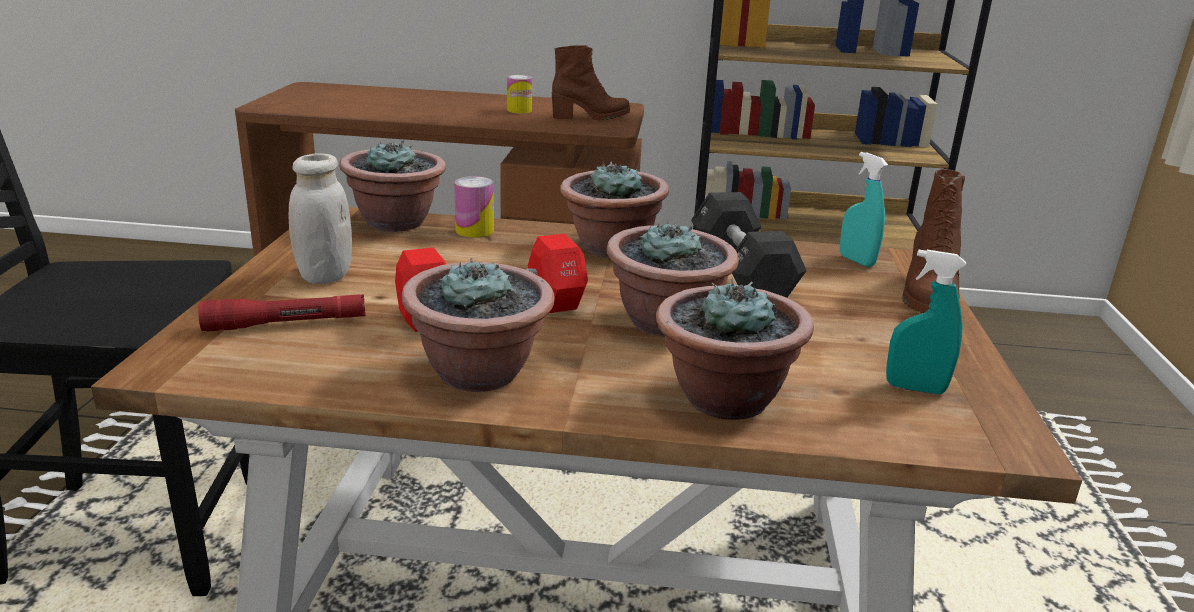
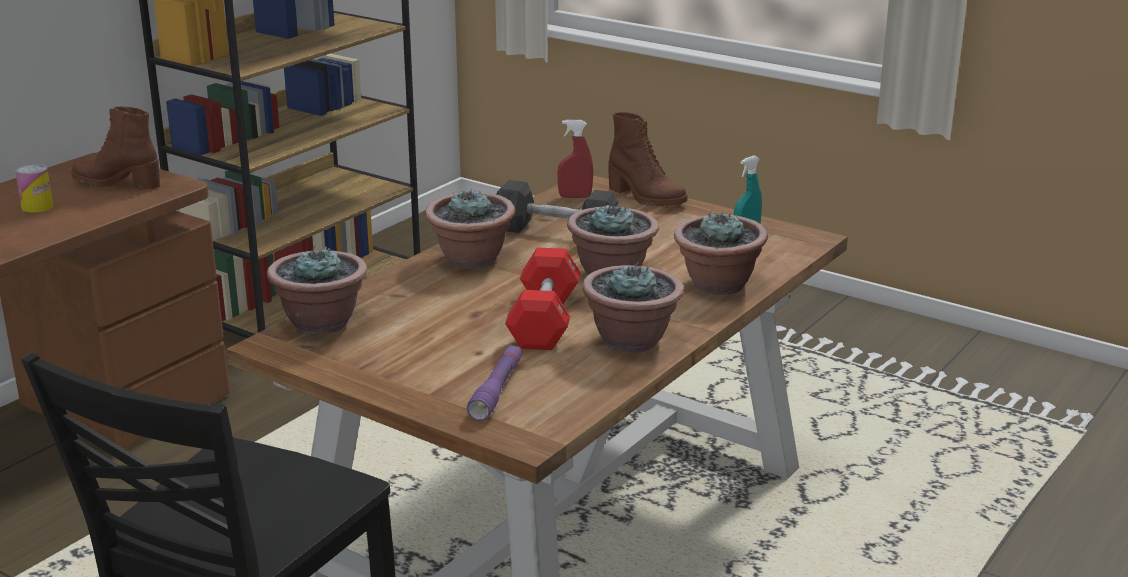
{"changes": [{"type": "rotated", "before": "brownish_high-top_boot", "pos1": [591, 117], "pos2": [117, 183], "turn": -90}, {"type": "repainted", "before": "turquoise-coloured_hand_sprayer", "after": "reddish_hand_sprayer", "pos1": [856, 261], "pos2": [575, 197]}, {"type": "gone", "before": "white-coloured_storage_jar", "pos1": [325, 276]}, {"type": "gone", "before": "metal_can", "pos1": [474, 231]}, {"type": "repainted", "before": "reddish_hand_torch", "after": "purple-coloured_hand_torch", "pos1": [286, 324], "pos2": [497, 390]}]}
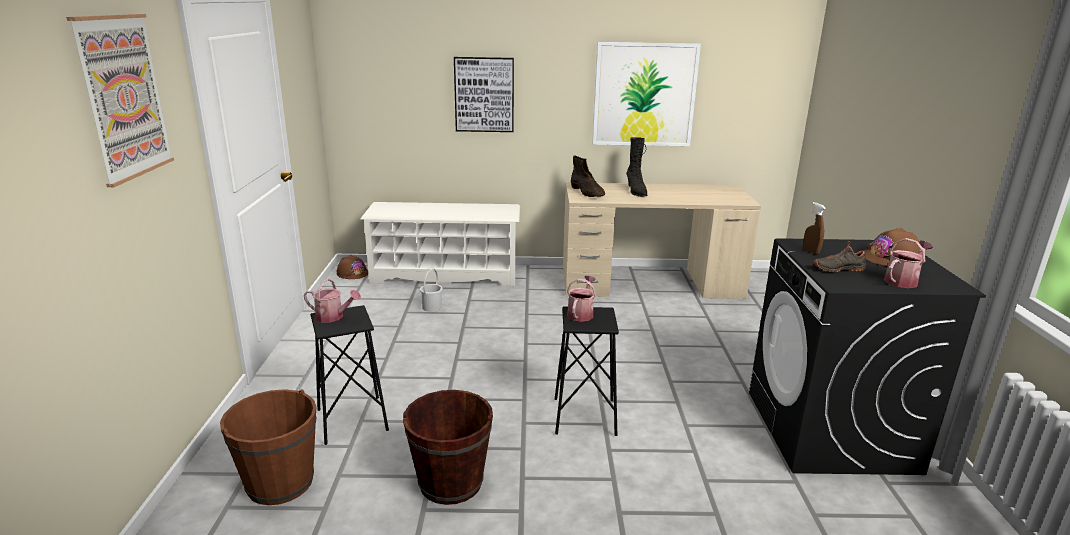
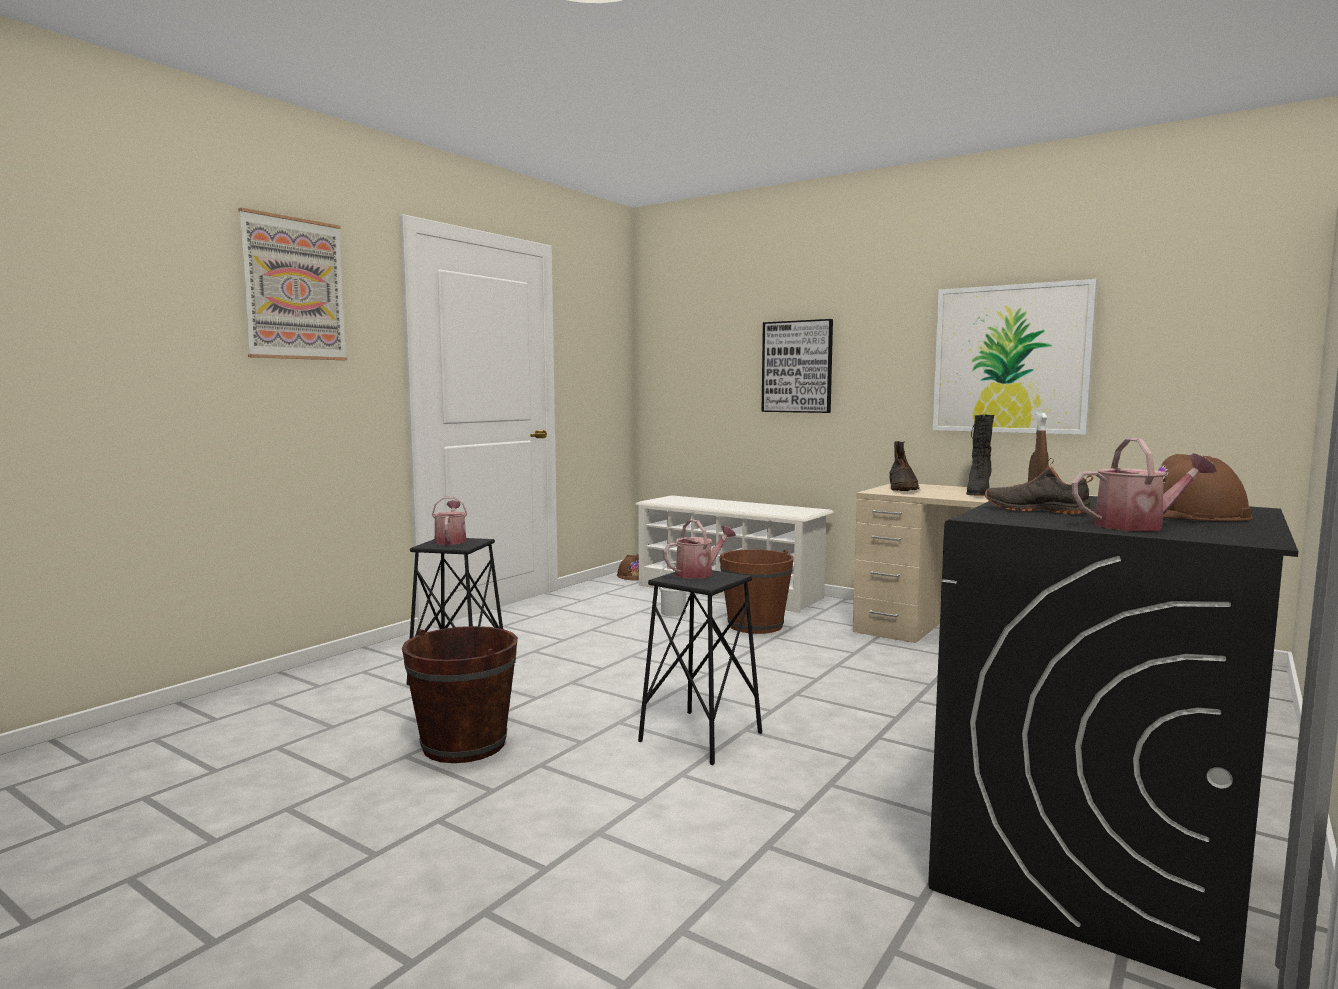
{"changes": [{"type": "rotated", "before": "sprinkling_can", "pos1": [333, 317], "pos2": [451, 540], "turn": -150}, {"type": "shifted", "before": "brownish_water_bucket", "pos1": [280, 483], "pos2": [755, 625]}]}
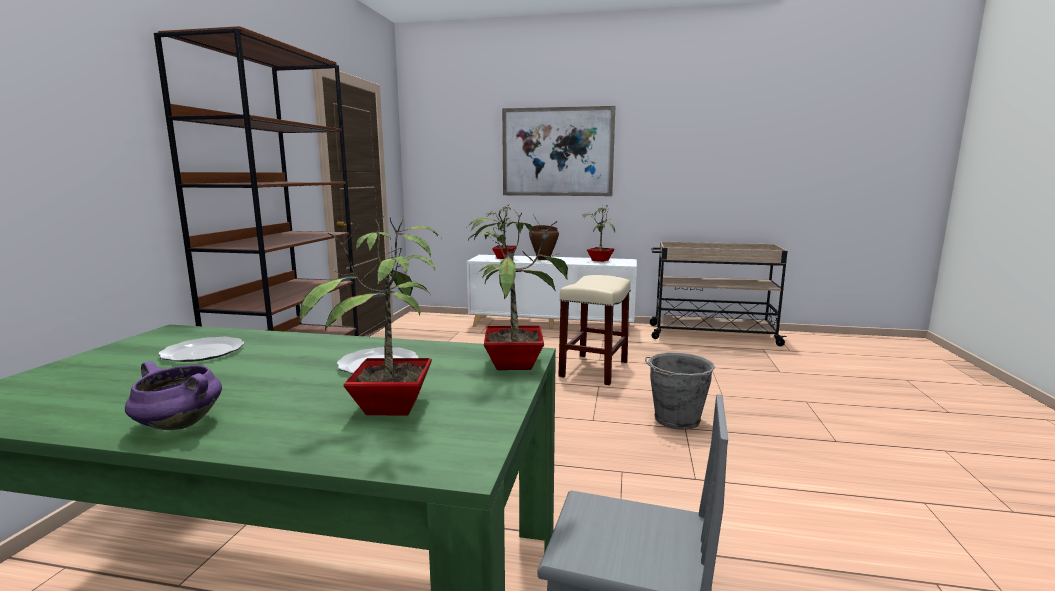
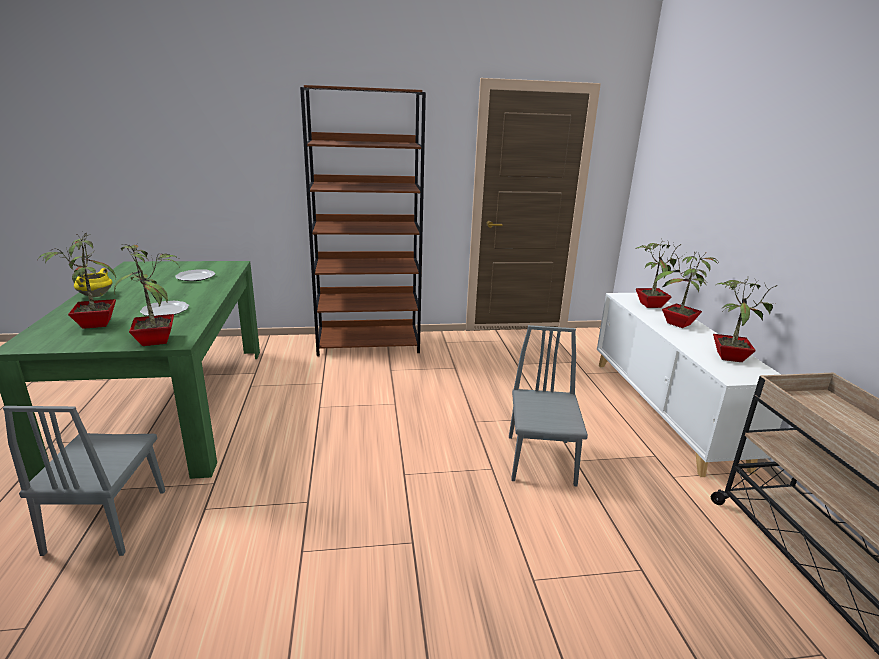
{"changes": [{"type": "gone", "before": "wall_art", "pos1": [557, 152]}, {"type": "swapped", "before": "brownish_saucepot", "after": "houseplant", "pos1": [543, 259], "pos2": [678, 324]}, {"type": "swapped", "before": "beige-coloured_sitting_stool", "after": "grey_upright_chair", "pos1": [593, 369], "pos2": [540, 460]}, {"type": "gone", "before": "grey_water_bucket", "pos1": [676, 420]}, {"type": "repainted", "before": "purple-coloured_saucepot", "after": "yellowish_saucepot", "pos1": [177, 425], "pos2": [96, 295]}]}
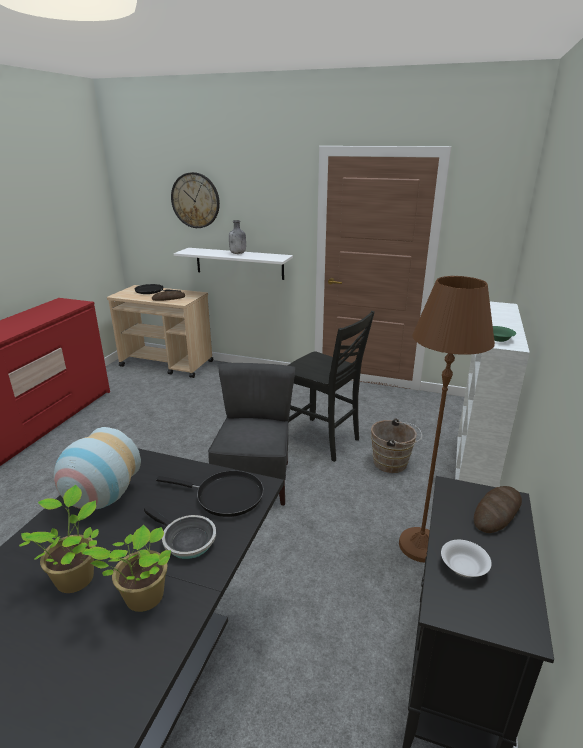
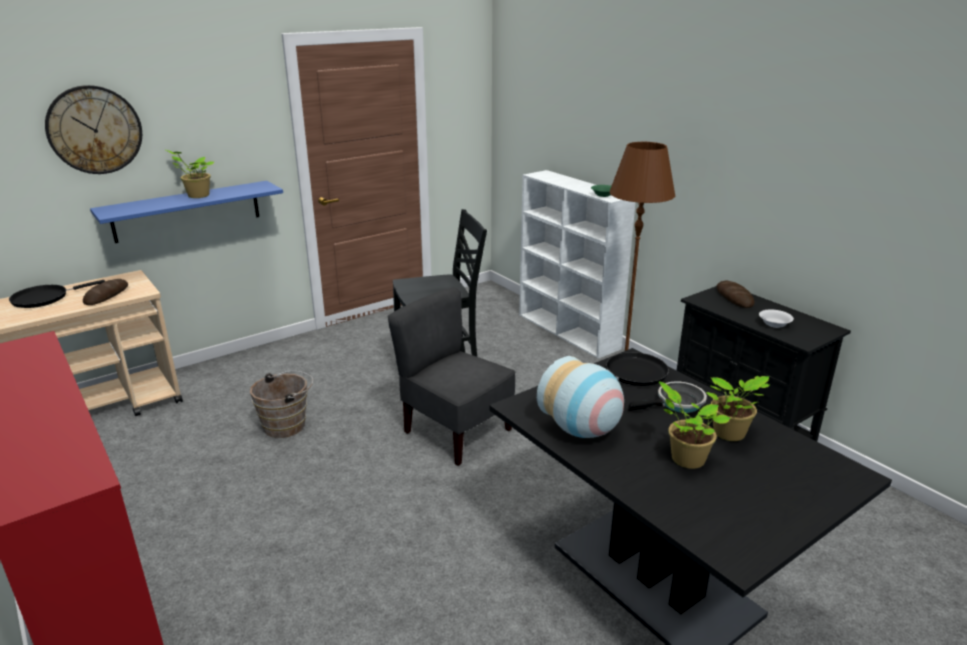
{"changes": [{"type": "swapped", "before": "grey_drink_bottle", "after": "houseplant", "pos1": [238, 253], "pos2": [197, 196]}, {"type": "repainted", "before": "white-coloured_wall_shelf", "after": "blue-coloured_wall_shelf", "pos1": [239, 263], "pos2": [187, 211]}, {"type": "shifted", "before": "brownish_water_bucket", "pos1": [393, 463], "pos2": [288, 425]}]}
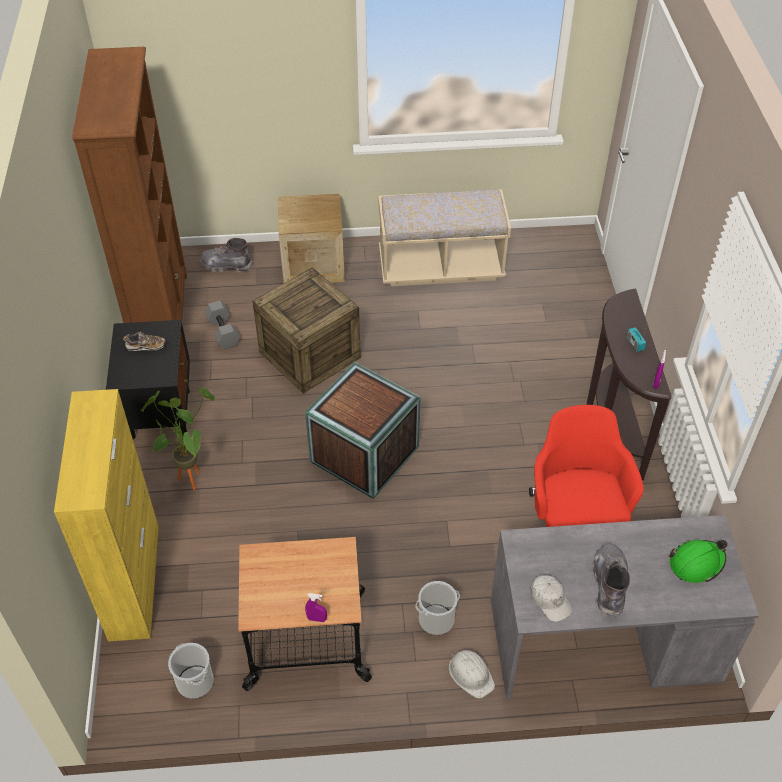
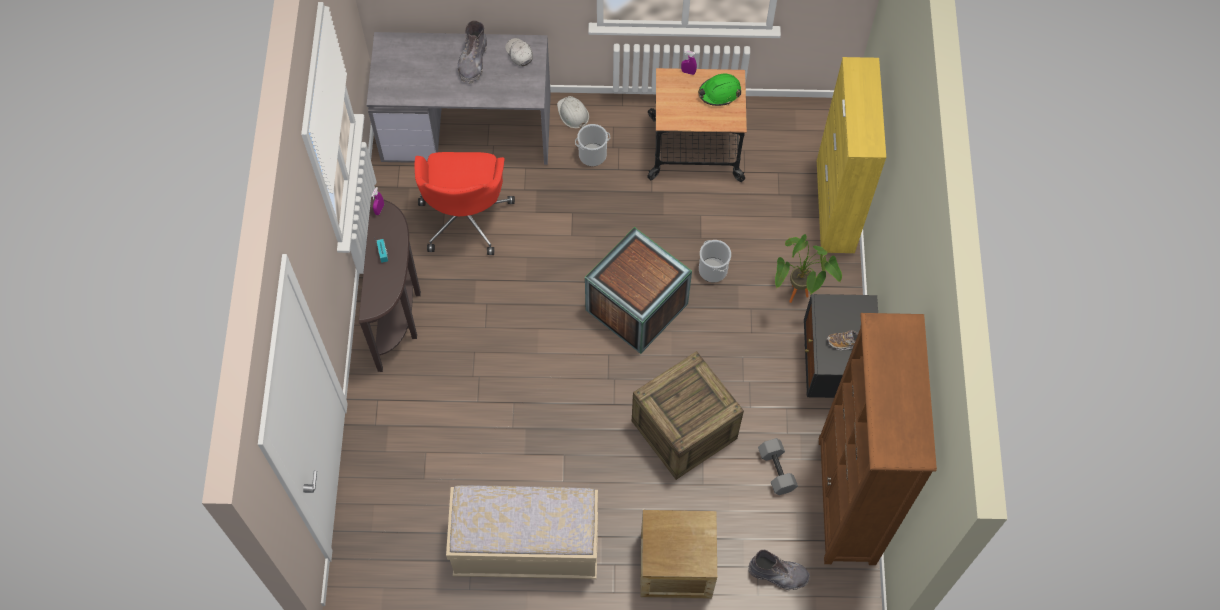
{"changes": [{"type": "shifted", "before": "greenish_work_helmet", "pos1": [696, 563], "pos2": [719, 93]}, {"type": "shifted", "before": "water_bucket", "pos1": [195, 681], "pos2": [713, 270]}]}
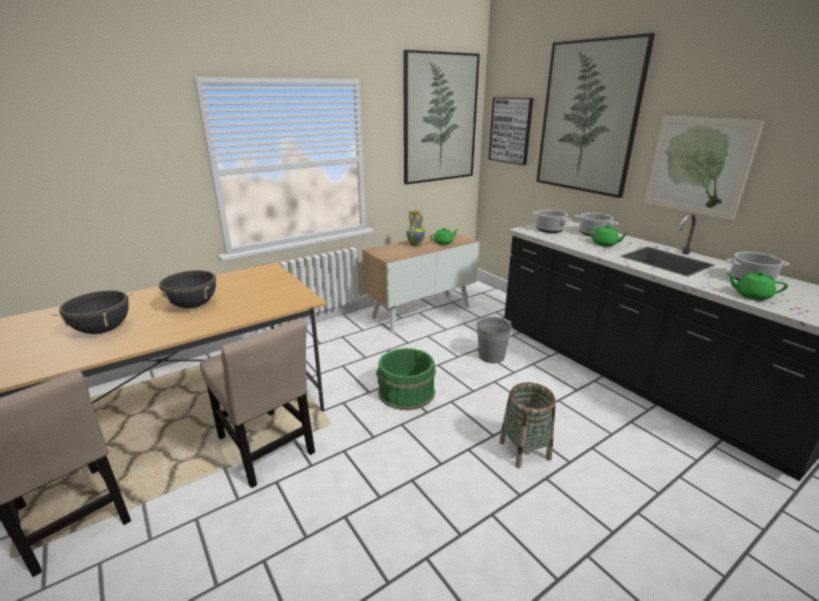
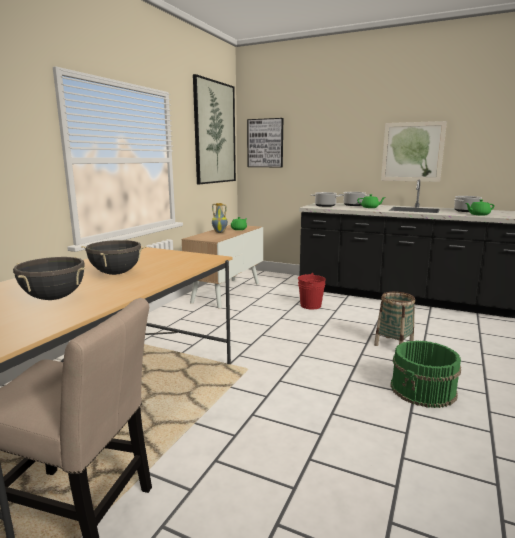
{"changes": [{"type": "gone", "before": "wall_art", "pos1": [588, 118]}, {"type": "repainted", "before": "grey_water_bucket", "after": "reddish_water_bucket", "pos1": [491, 356], "pos2": [310, 305]}, {"type": "gone", "before": "beige-coloured_upright_chair", "pos1": [267, 449]}, {"type": "shifted", "before": "greenish_water_bucket", "pos1": [406, 392], "pos2": [423, 390]}]}
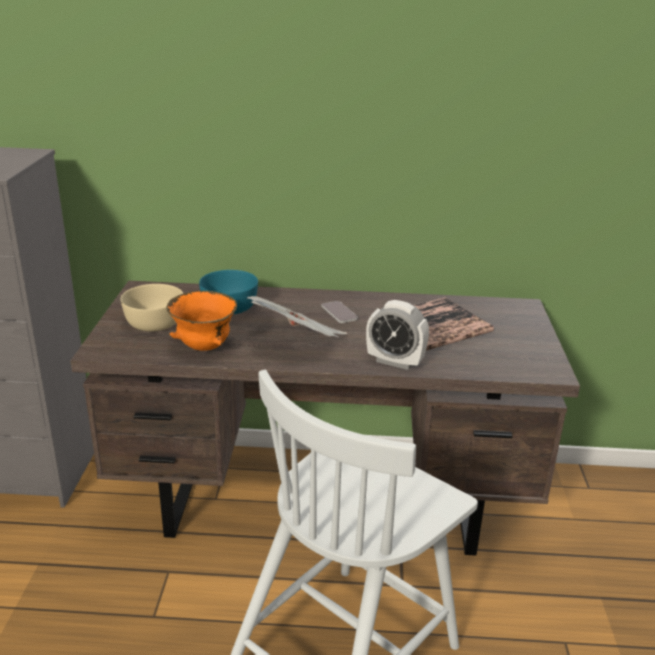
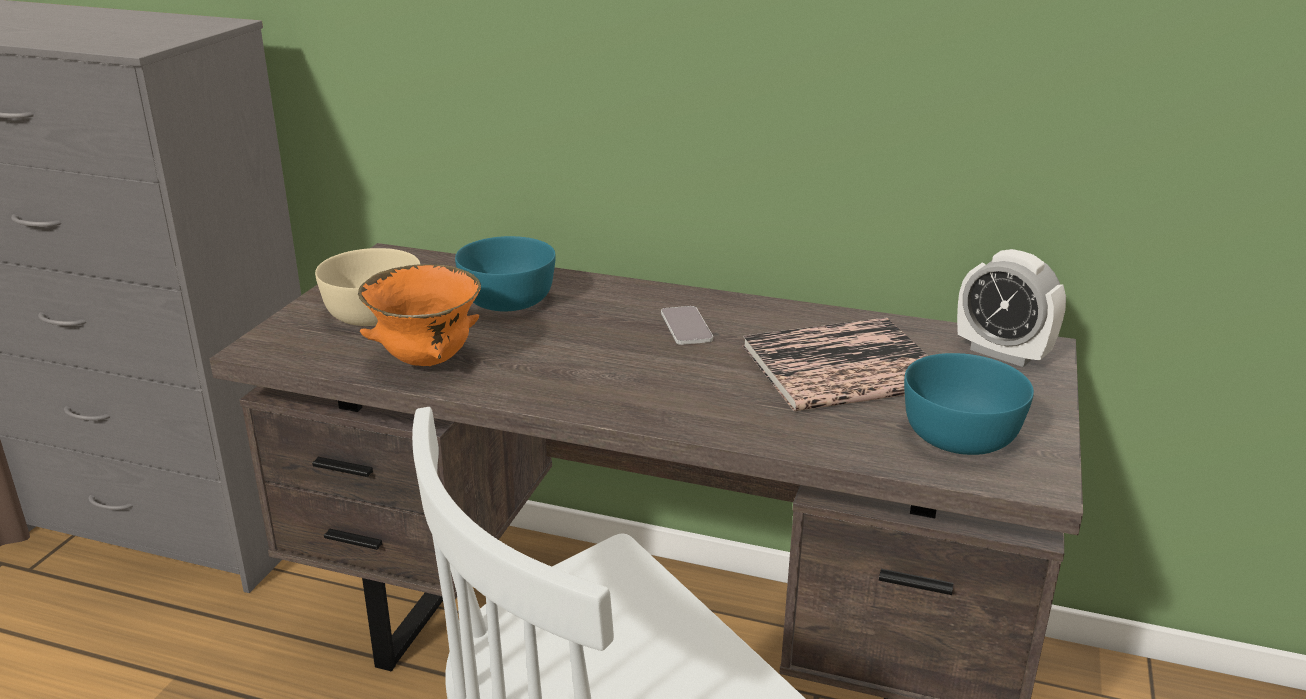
{"changes": [{"type": "gone", "before": "newspaper", "pos1": [299, 341]}, {"type": "shifted", "before": "bedside_clock", "pos1": [395, 362], "pos2": [1002, 353]}, {"type": "new", "after": "turquoise-coloured_deep_dish", "pos2": [958, 434]}]}
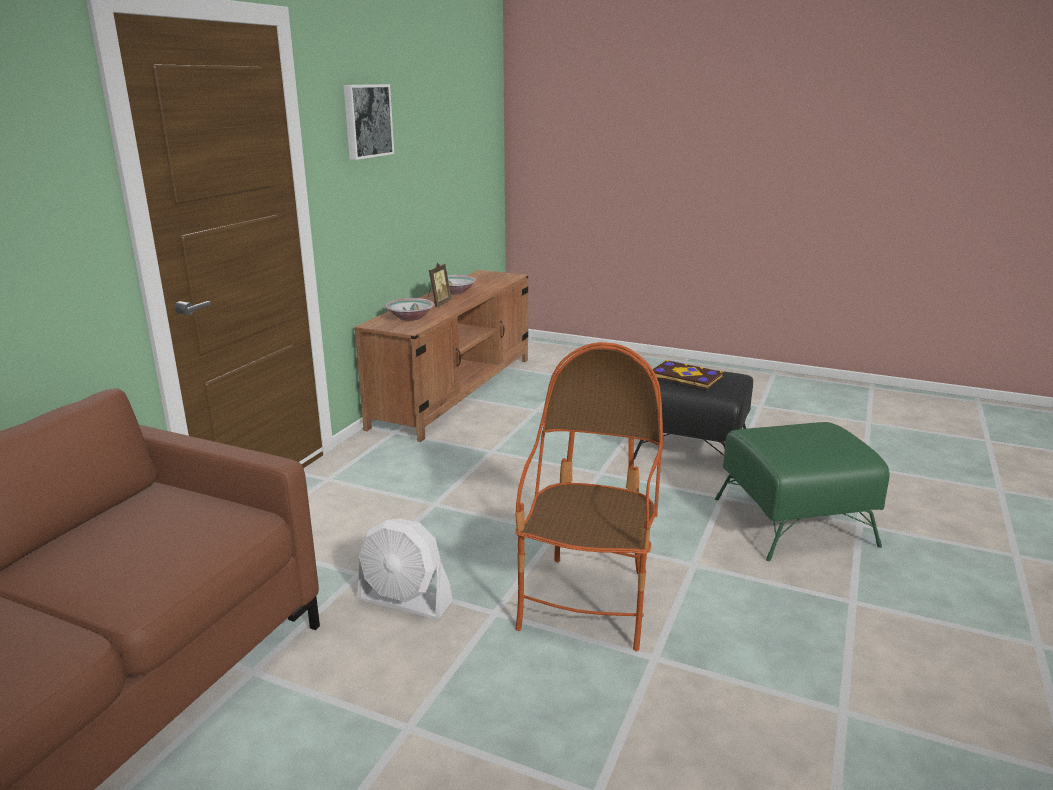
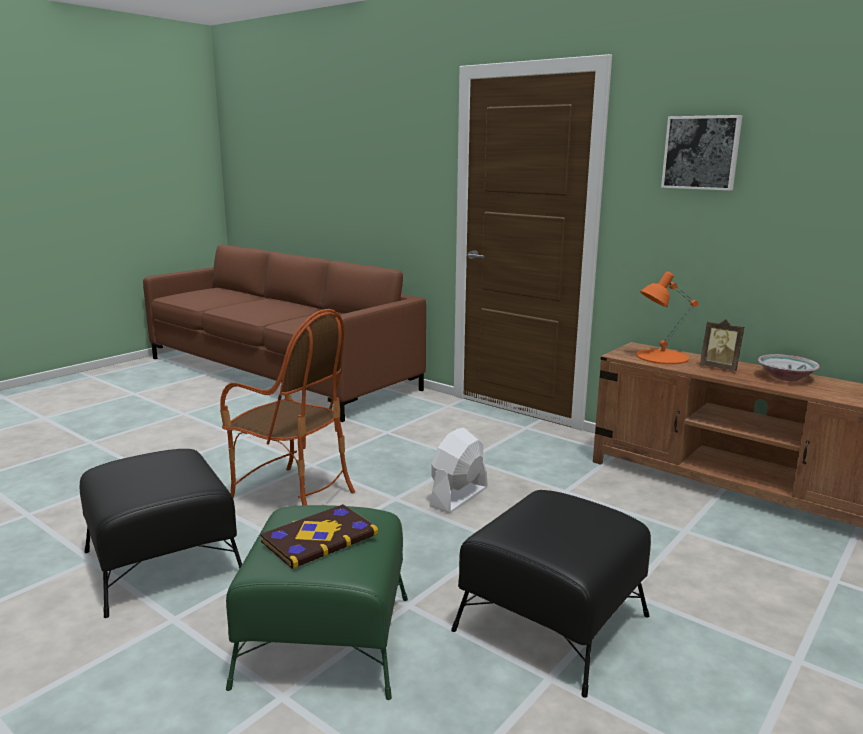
{"changes": [{"type": "swapped", "before": "deep_dish", "after": "orange_lamp_for_a_table", "pos1": [410, 318], "pos2": [661, 356]}, {"type": "shifted", "before": "volume", "pos1": [685, 377], "pos2": [319, 538]}, {"type": "shifted", "before": "white-coloured_electric_fan", "pos1": [405, 601], "pos2": [458, 497]}, {"type": "new", "after": "black-coloured_footrest", "pos2": [162, 563]}]}
